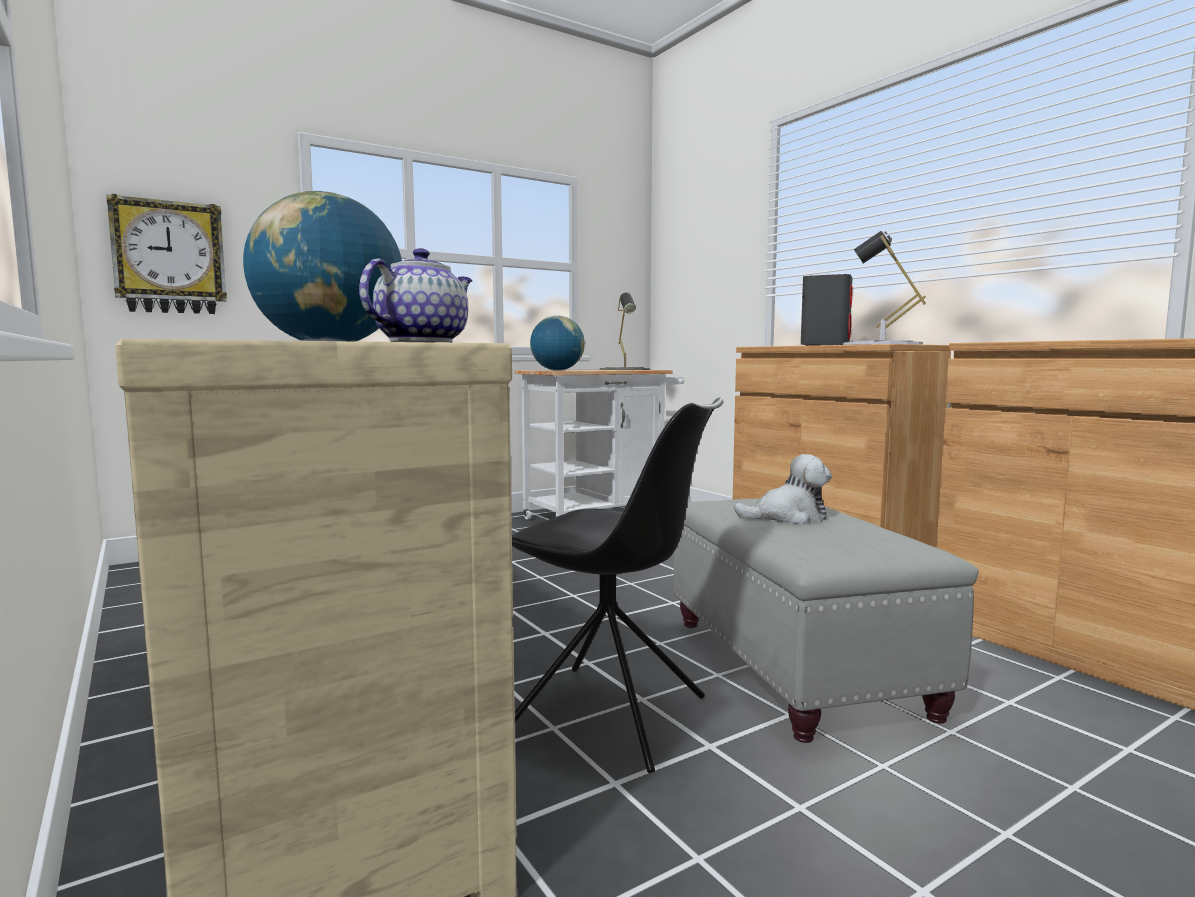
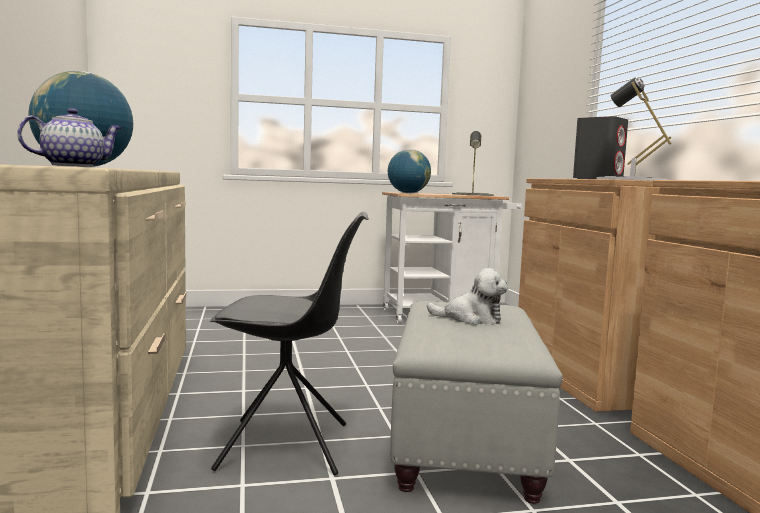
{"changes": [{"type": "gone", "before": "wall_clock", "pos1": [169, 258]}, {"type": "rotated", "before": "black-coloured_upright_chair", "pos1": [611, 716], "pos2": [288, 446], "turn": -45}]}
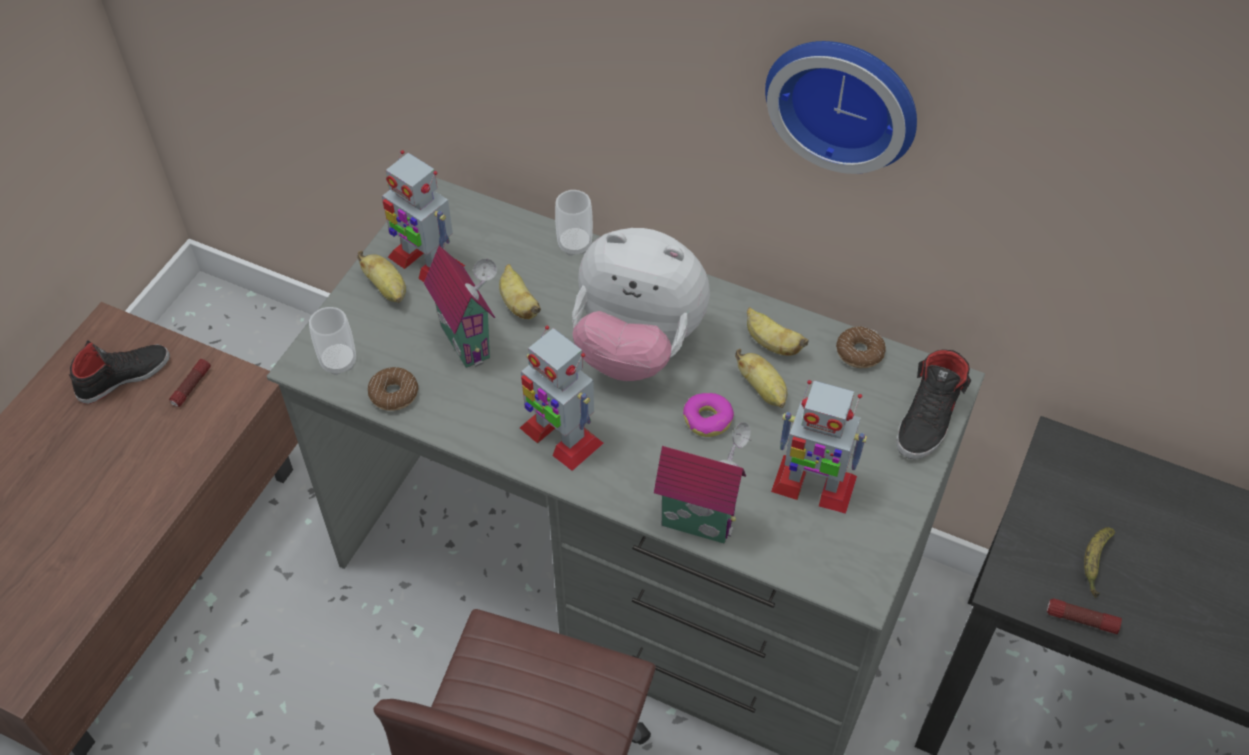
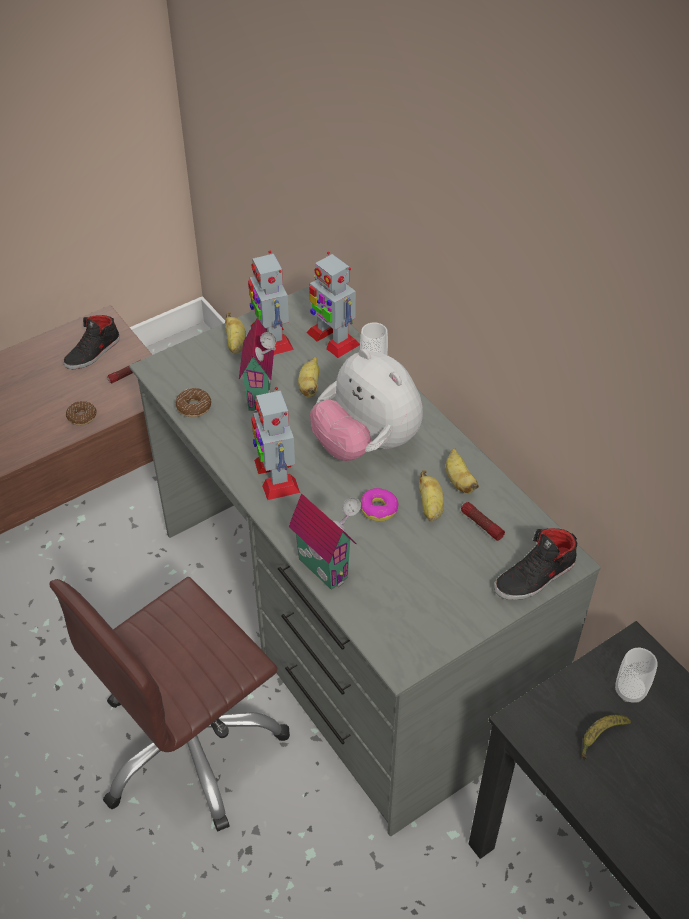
{"changes": [{"type": "gone", "before": "wall_clock", "pos1": [845, 98]}, {"type": "shifted", "before": "cup", "pos1": [338, 362], "pos2": [630, 691]}, {"type": "shifted", "before": "donut", "pos1": [859, 352], "pos2": [82, 417]}, {"type": "rotated", "before": "black-coloured_low_shoe", "pos1": [123, 376], "pos2": [93, 352], "turn": 135}, {"type": "shifted", "before": "model_robot", "pos1": [812, 484], "pos2": [332, 338]}, {"type": "shifted", "before": "hand_torch", "pos1": [1081, 620], "pos2": [481, 525]}]}
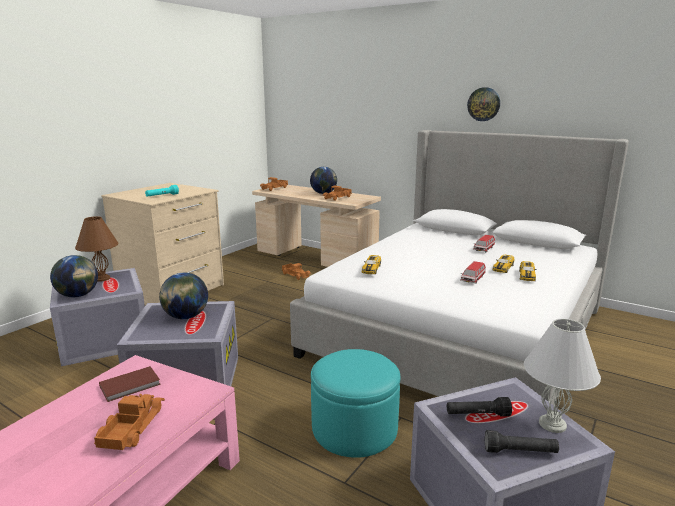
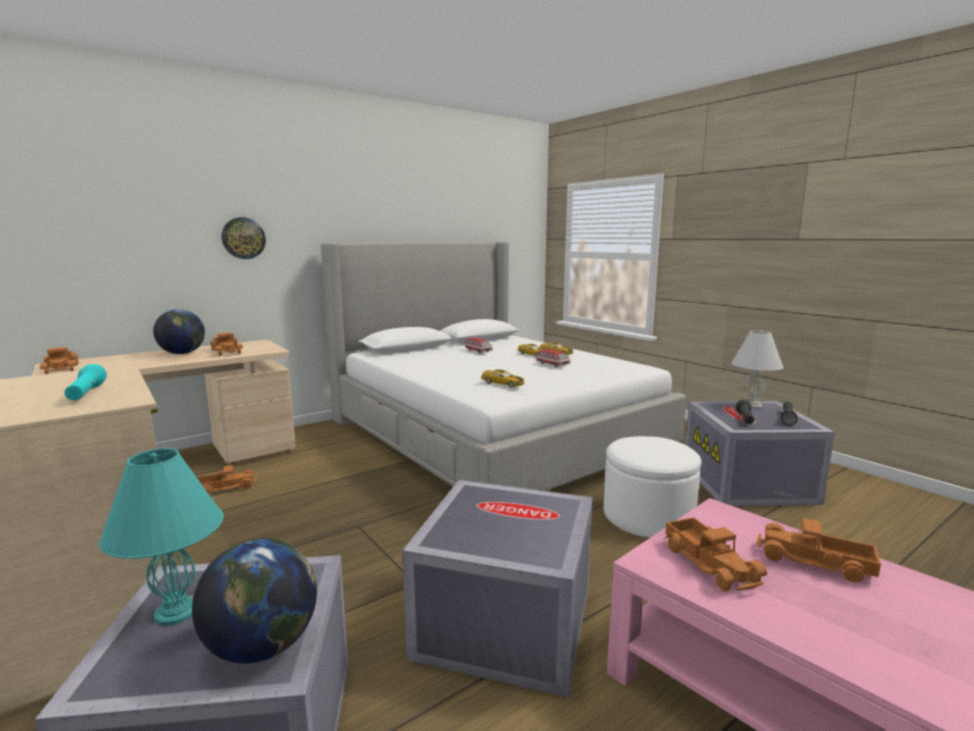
{"changes": [{"type": "shifted", "before": "wall_clock", "pos1": [484, 104], "pos2": [243, 238]}, {"type": "repainted", "before": "brownish_lamp_for_a_table", "after": "turquoise-coloured_lamp_for_a_table", "pos1": [102, 278], "pos2": [175, 612]}, {"type": "gone", "before": "desk_globe", "pos1": [186, 317]}, {"type": "repainted", "before": "turquoise-coloured_footrest", "after": "white-coloured_footrest", "pos1": [354, 428], "pos2": [648, 515]}, {"type": "swapped", "before": "brownish_volume", "after": "model_truck", "pos1": [131, 385], "pos2": [711, 563]}]}
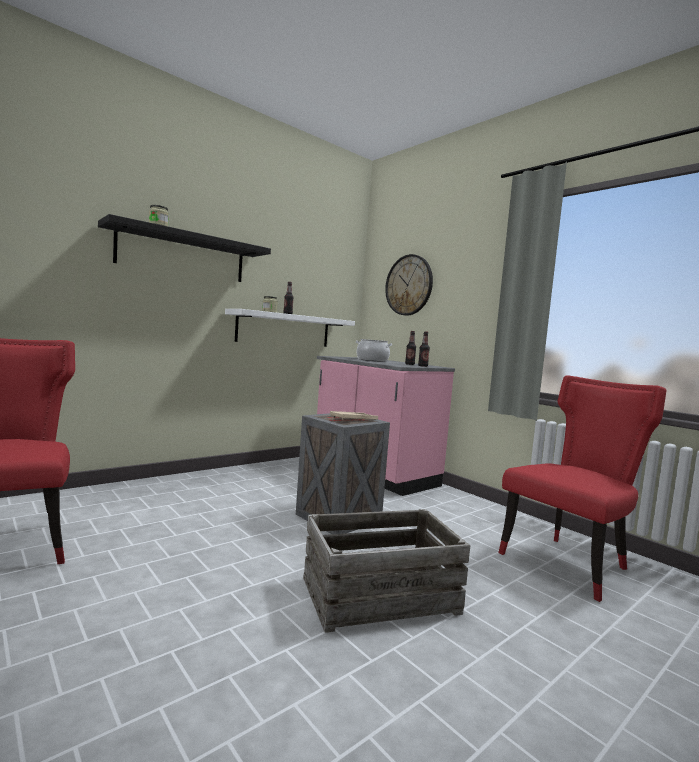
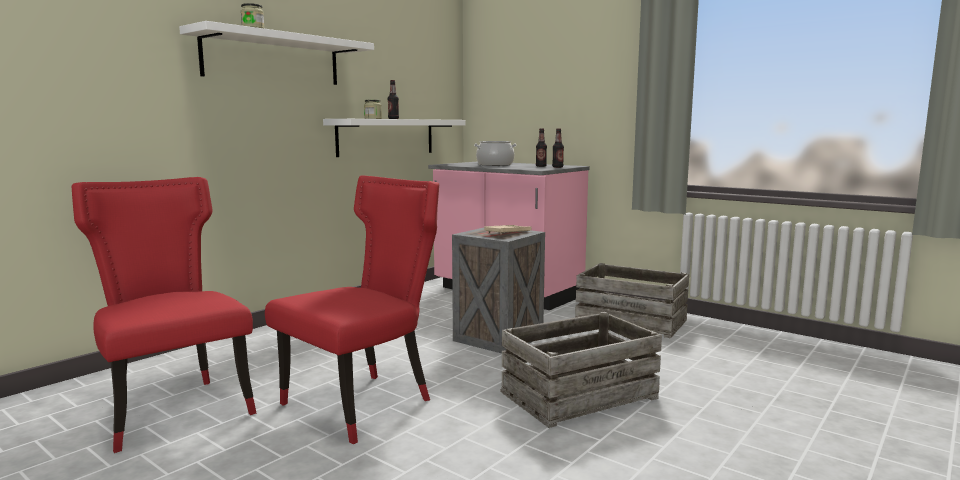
{"changes": [{"type": "repainted", "before": "black-coloured_wall_shelf", "after": "white-coloured_wall_shelf", "pos1": [183, 255], "pos2": [273, 59]}, {"type": "gone", "before": "wall_clock", "pos1": [409, 285]}, {"type": "shifted", "before": "reddish_upright_chair", "pos1": [570, 563], "pos2": [364, 403]}, {"type": "new", "after": "packing_crate", "pos2": [631, 320]}]}
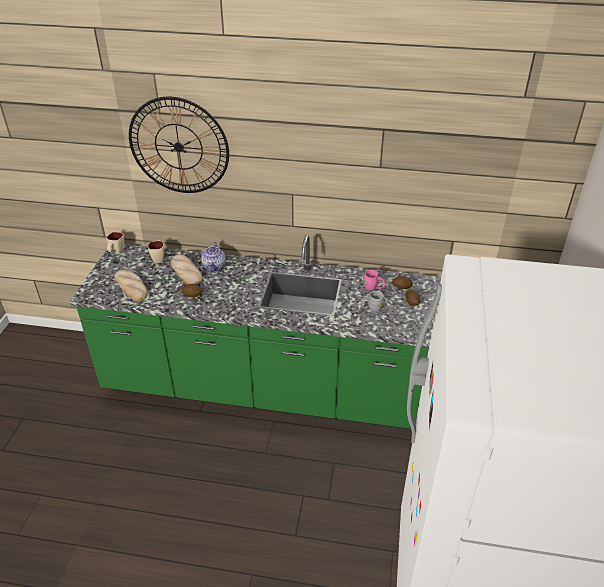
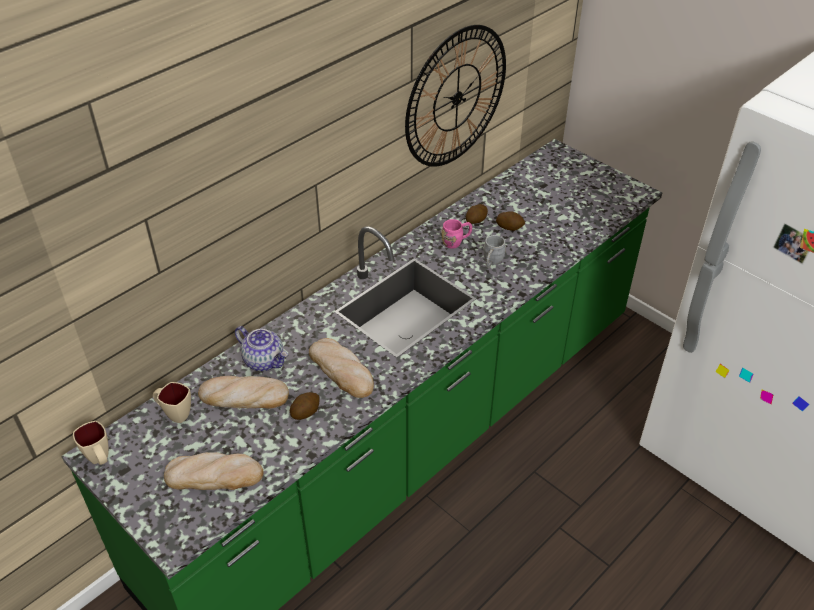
{"changes": [{"type": "shifted", "before": "wall_clock", "pos1": [178, 146], "pos2": [456, 97]}, {"type": "new", "after": "bread", "pos2": [342, 370]}]}
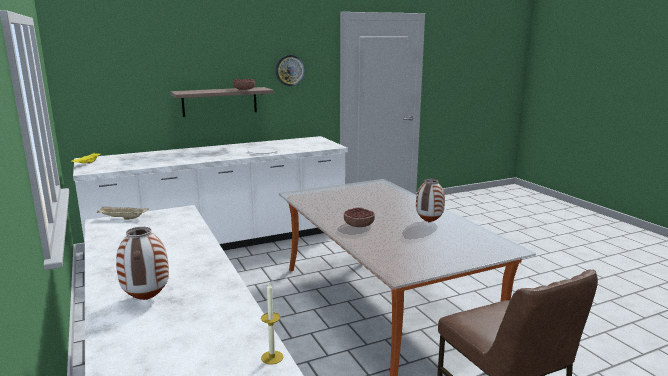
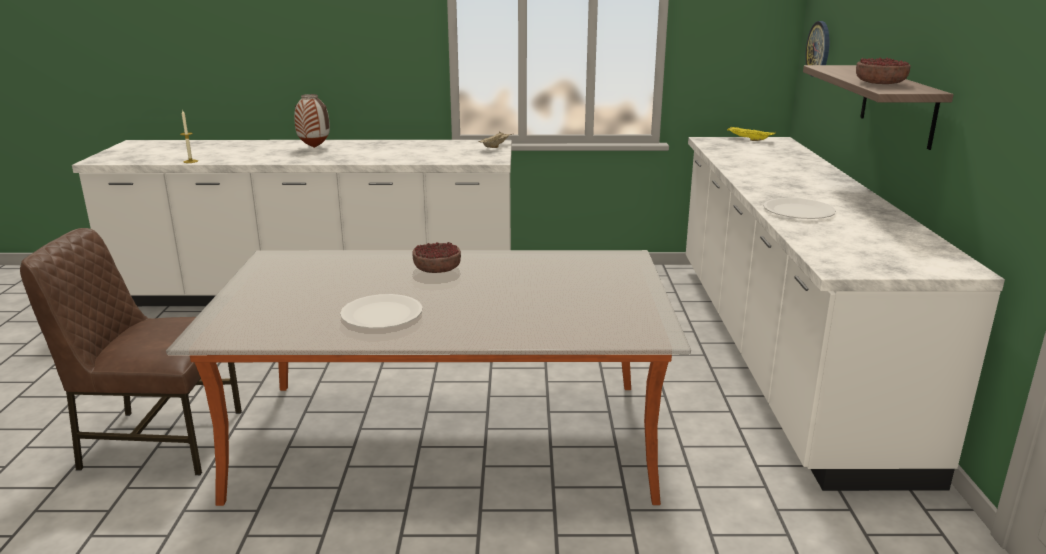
{"changes": [{"type": "shifted", "before": "wall_clock", "pos1": [289, 70], "pos2": [819, 49]}, {"type": "swapped", "before": "flower_vase", "after": "white-coloured_flat_dish", "pos1": [428, 222], "pos2": [382, 314]}]}
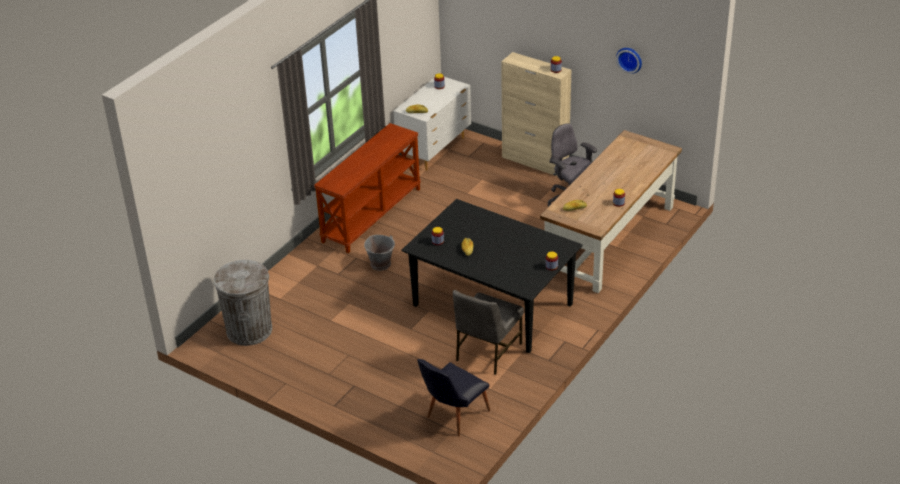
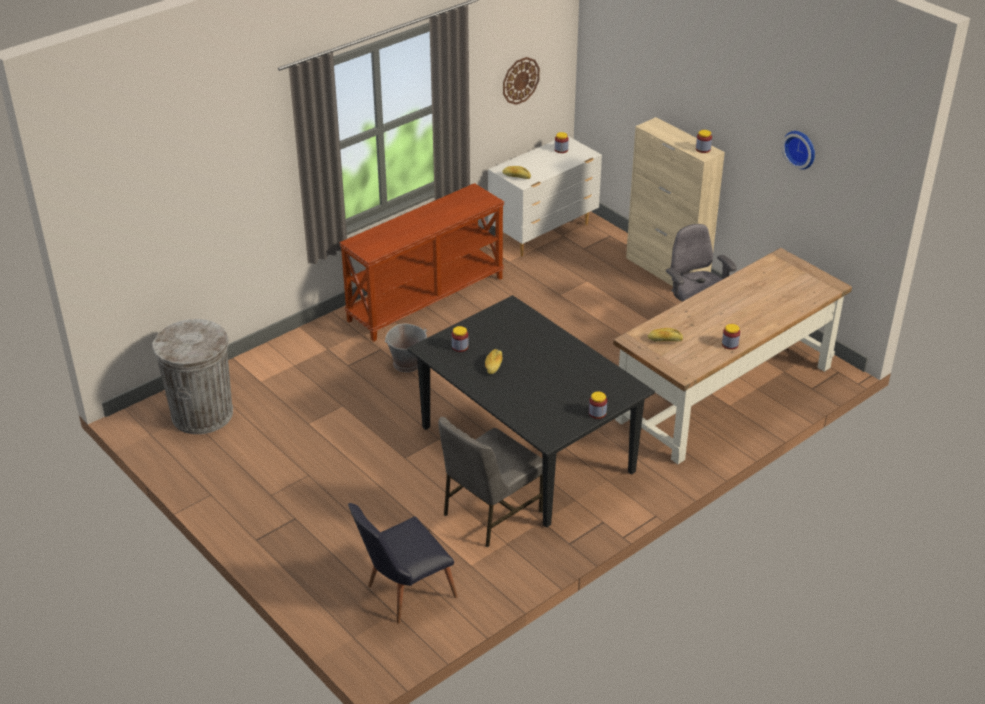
{"changes": [{"type": "new", "after": "wall_clock", "pos2": [520, 80]}]}
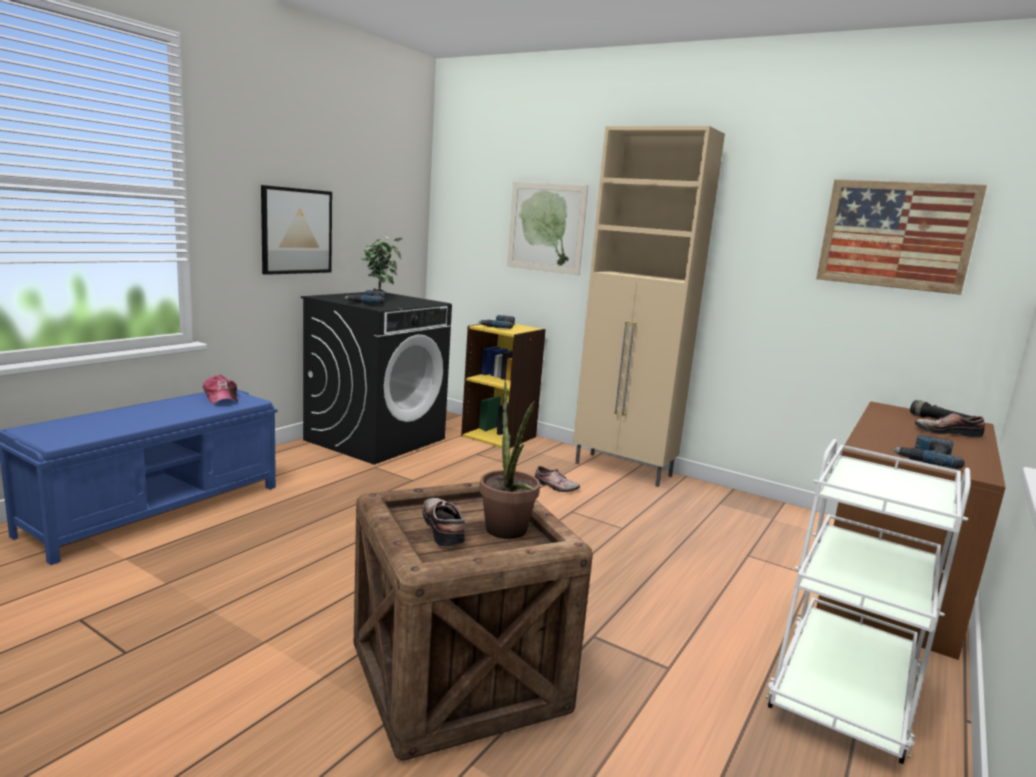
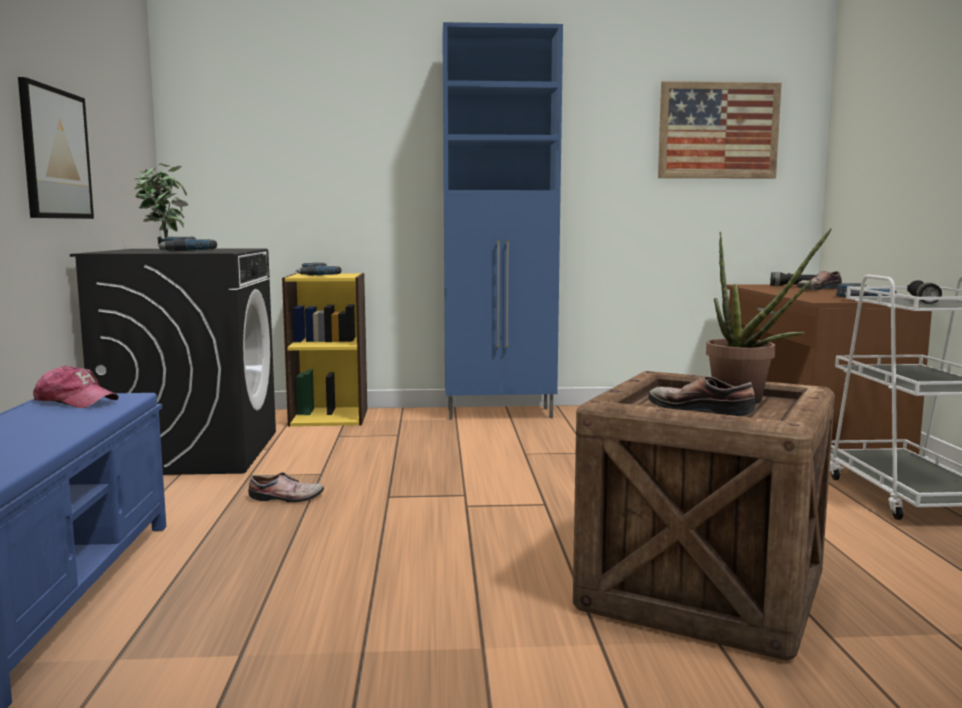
{"changes": [{"type": "repainted", "before": "beige-coloured_cupboard", "after": "blue-coloured_cupboard", "pos1": [624, 470], "pos2": [501, 414]}, {"type": "gone", "before": "wall_art", "pos1": [546, 227]}, {"type": "shifted", "before": "low_shoe", "pos1": [555, 486], "pos2": [286, 498]}, {"type": "new", "after": "black-coloured_hand_torch", "pos2": [922, 301]}]}
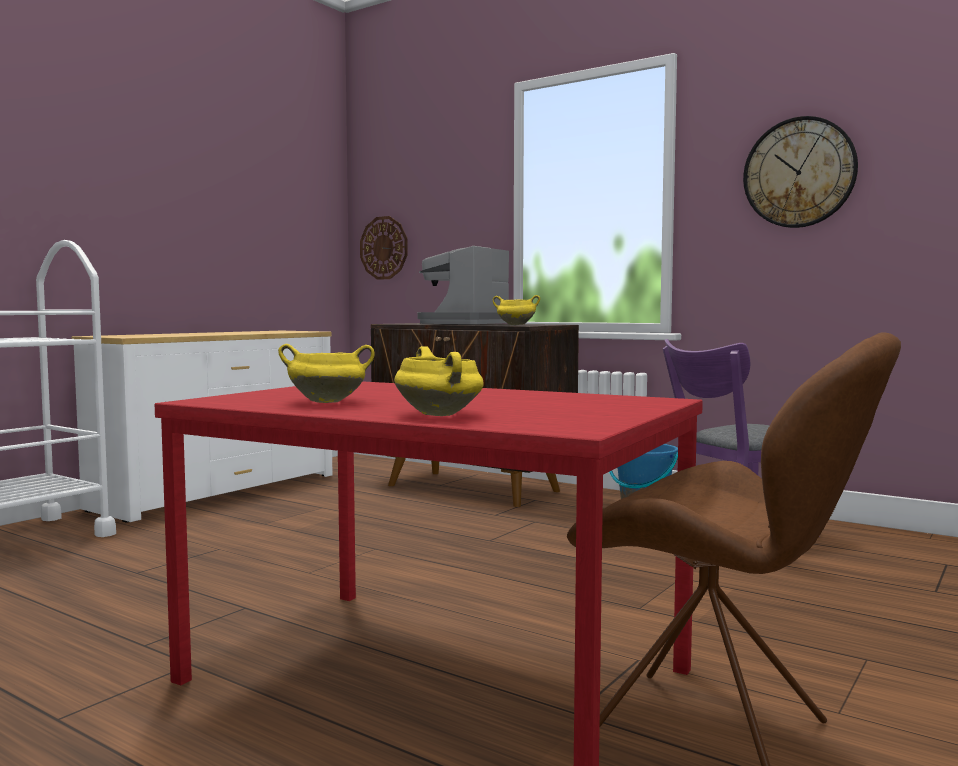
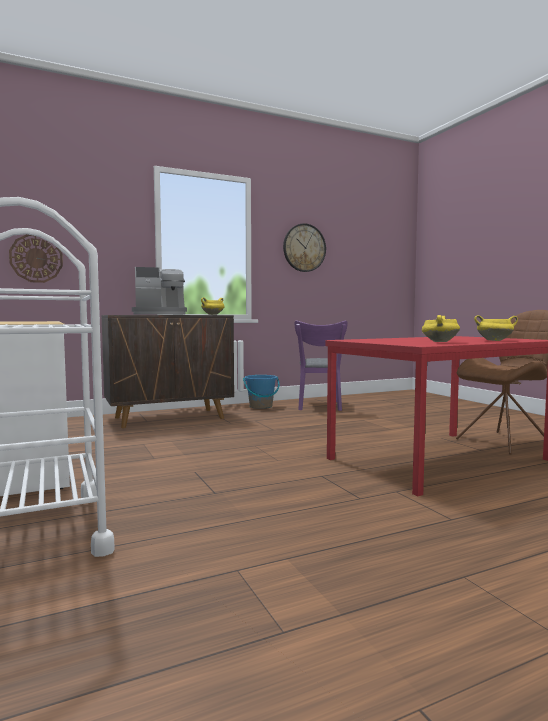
{"changes": [{"type": "rotated", "before": "coffee_brewer", "pos1": [463, 323], "pos2": [160, 314], "turn": -75}]}
